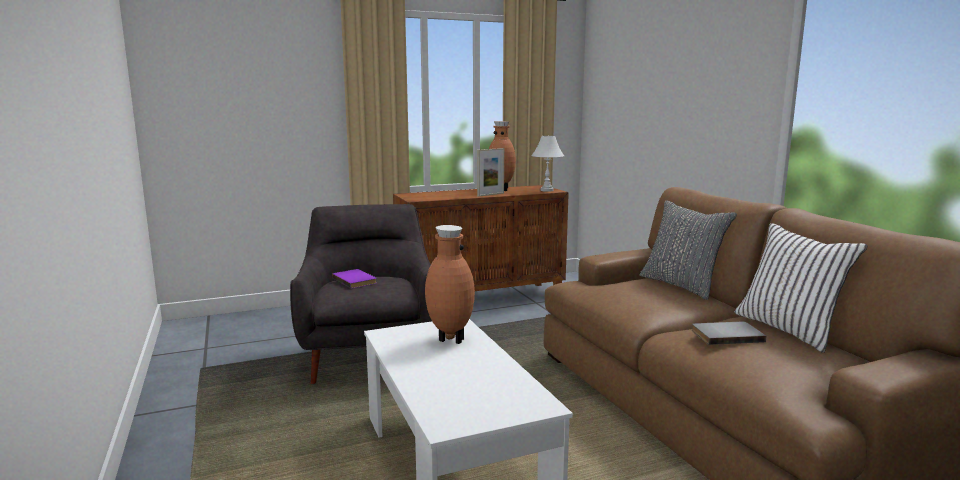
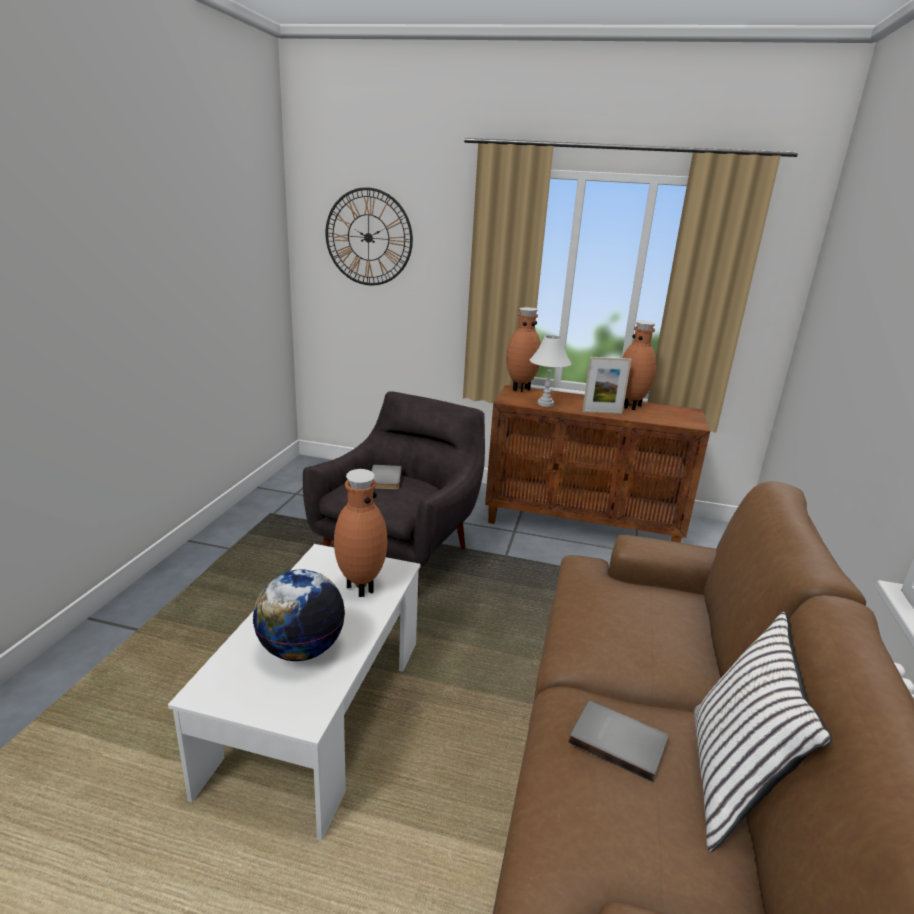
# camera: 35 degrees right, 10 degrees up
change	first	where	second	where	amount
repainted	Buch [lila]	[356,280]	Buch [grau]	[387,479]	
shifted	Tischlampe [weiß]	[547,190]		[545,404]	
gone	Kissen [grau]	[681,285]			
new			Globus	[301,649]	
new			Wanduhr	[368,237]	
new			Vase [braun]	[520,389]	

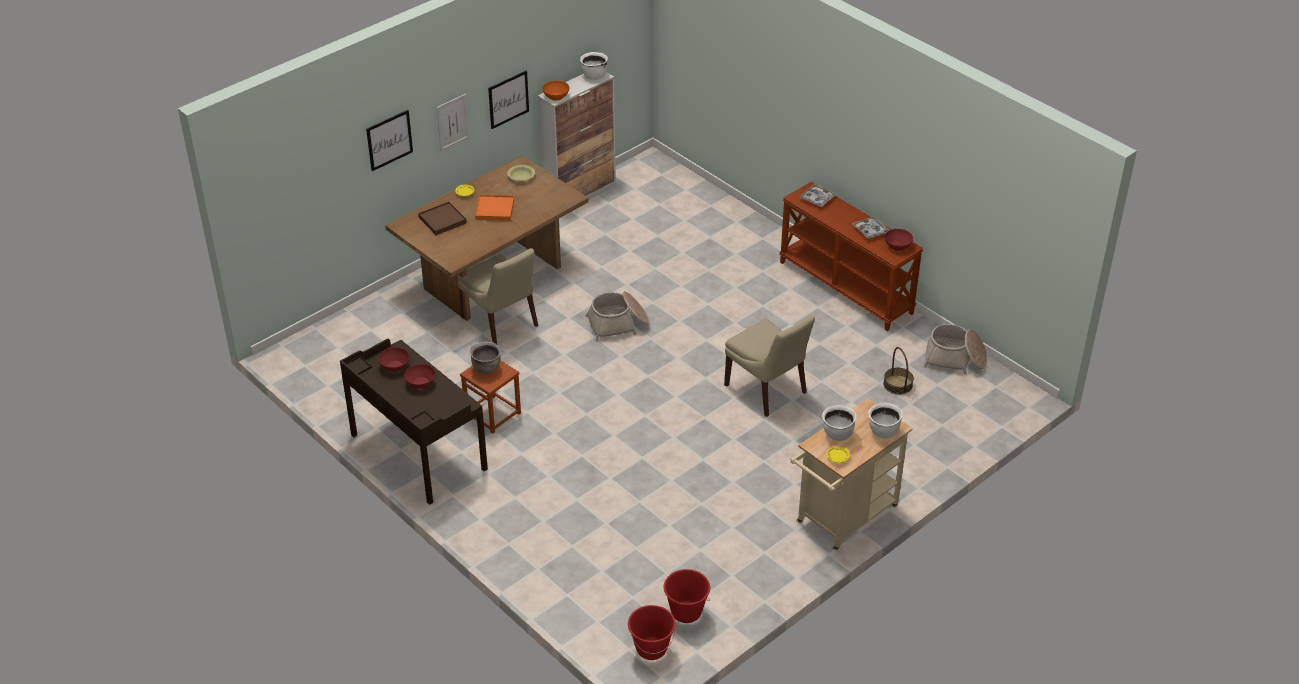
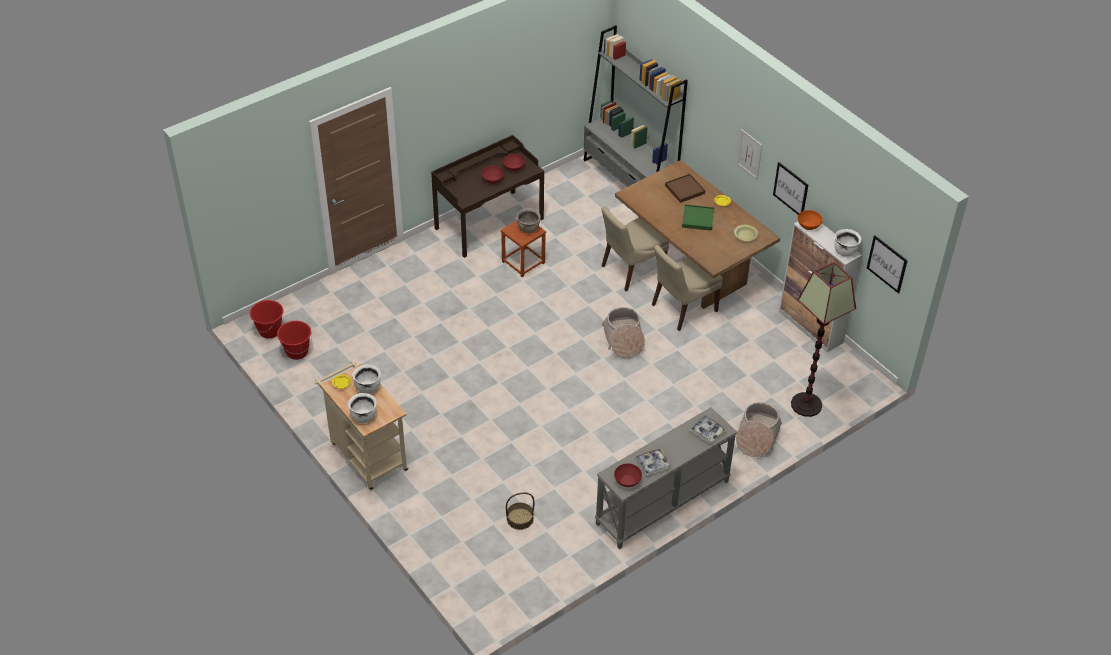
# camera: 95 degrees right, 5 degrees up
change	first	where	second	where	amount
shifted	Bild	[389,140]		[887,264]	
repainted	Tablett [orange]	[495,210]	Tablett [grün]	[697,219]	
shifted	Stuhl [beige]	[767,390]		[682,309]	
repainted	Konsolentisch [braun]	[846,287]	Konsolentisch [grau]	[663,503]	
shifted	Korb	[955,359]		[756,436]	
new			Bücherregal [grau]	[629,182]	
new			Stehlampe	[806,405]	

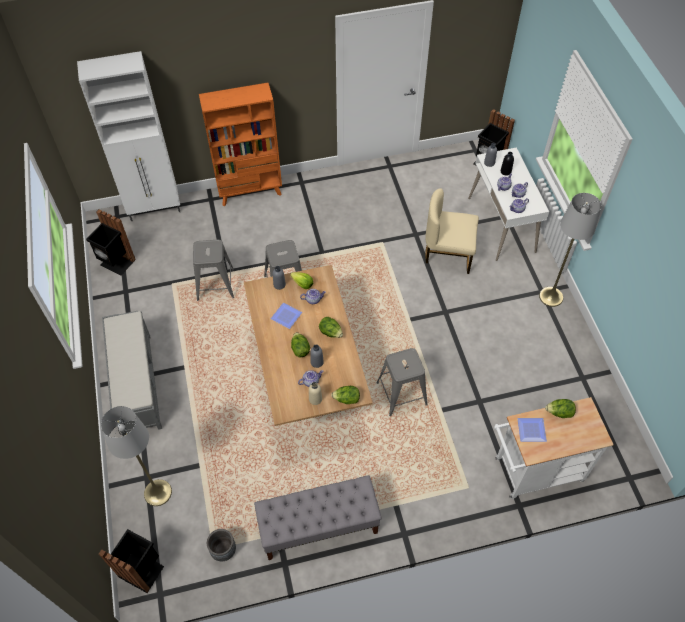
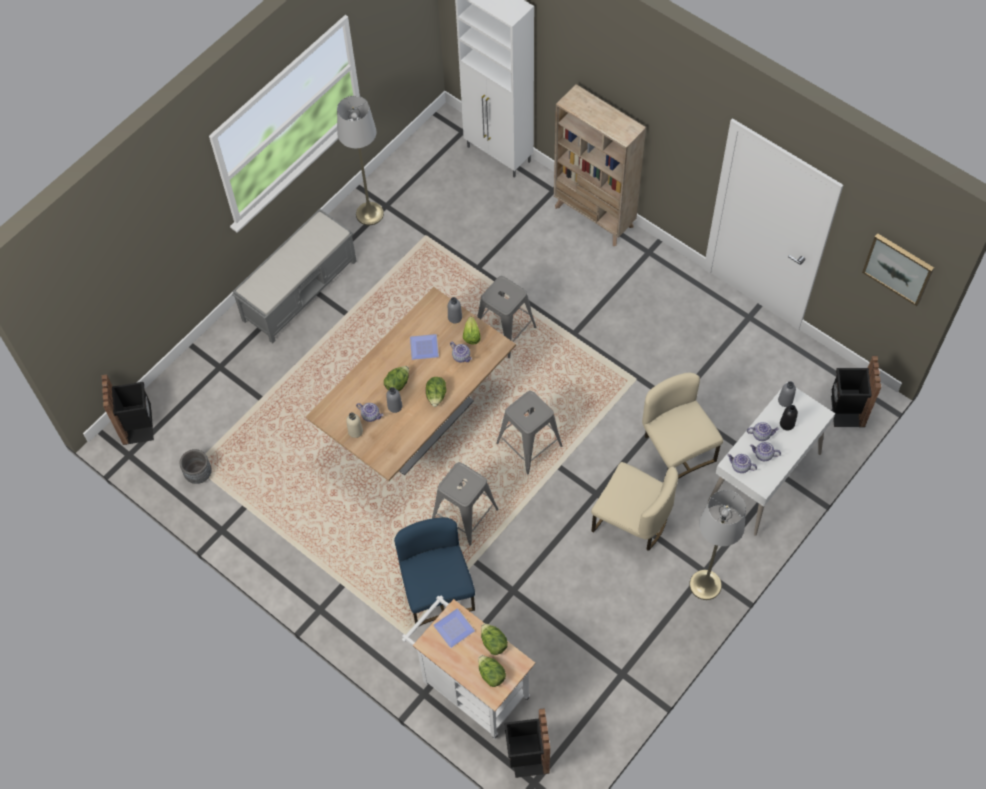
# camera: 55 degrees right, 5 degrees up
change	first	where	second	where	amount
shifted	Mülleimer [schwarz]	[117,263]		[527,756]	
shifted	Stehlampe [grau]	[158,492]		[369,213]	
shifted	Hocker [grau]	[215,284]		[529,444]	
repainted	Bücherregal [orange]	[250,191]	Bücherregal [beige]	[594,217]	
gone	Bank [grau]	[318,527]			
shifted	Salatkopf	[346,399]		[491,674]	
new			Stuhl [blau]	[437,591]	
new			Stuhl [beige]	[632,521]	
new			Bild	[898,268]	

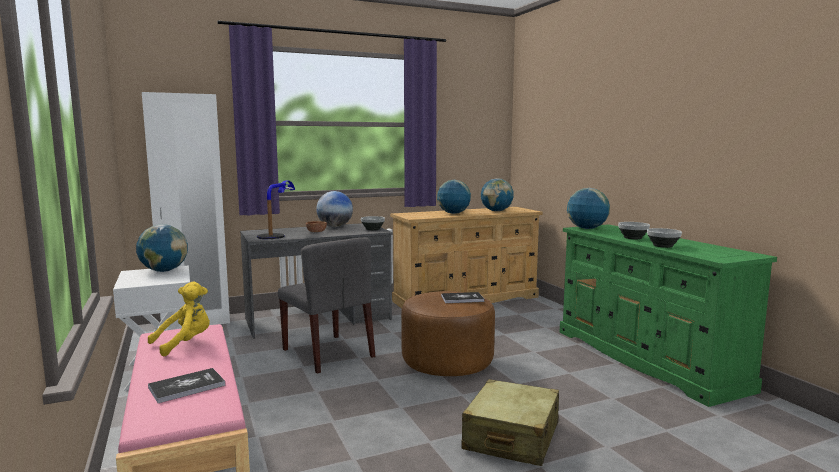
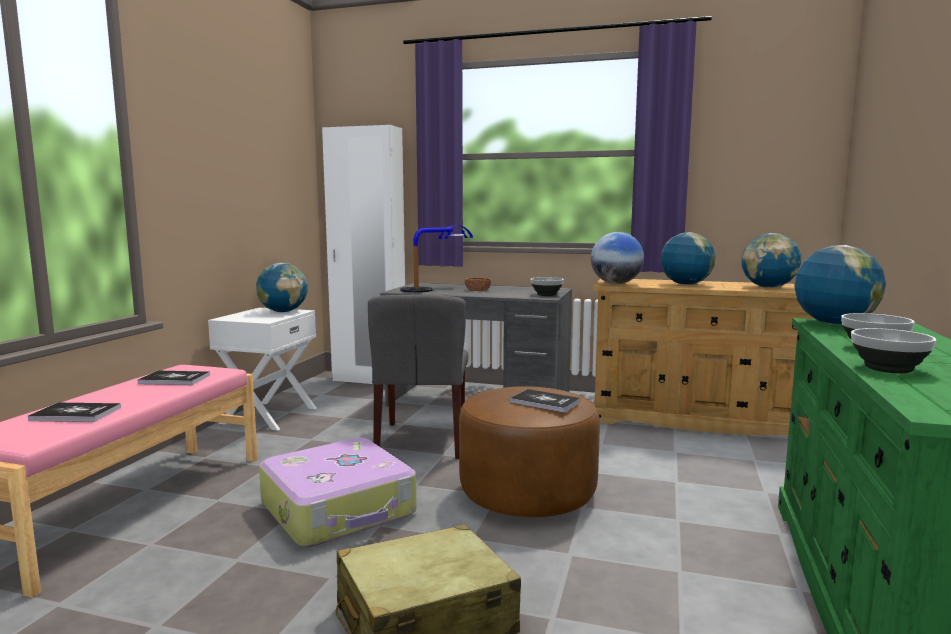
# camera: 40 degrees right, 0 degrees up
change	first	where	second	where	amount
swapped	Plüschtier [gelb]	[185,343]	Buch	[174,379]	
shifted	Globus	[335,227]		[616,283]	
new			Koffer	[339,509]	

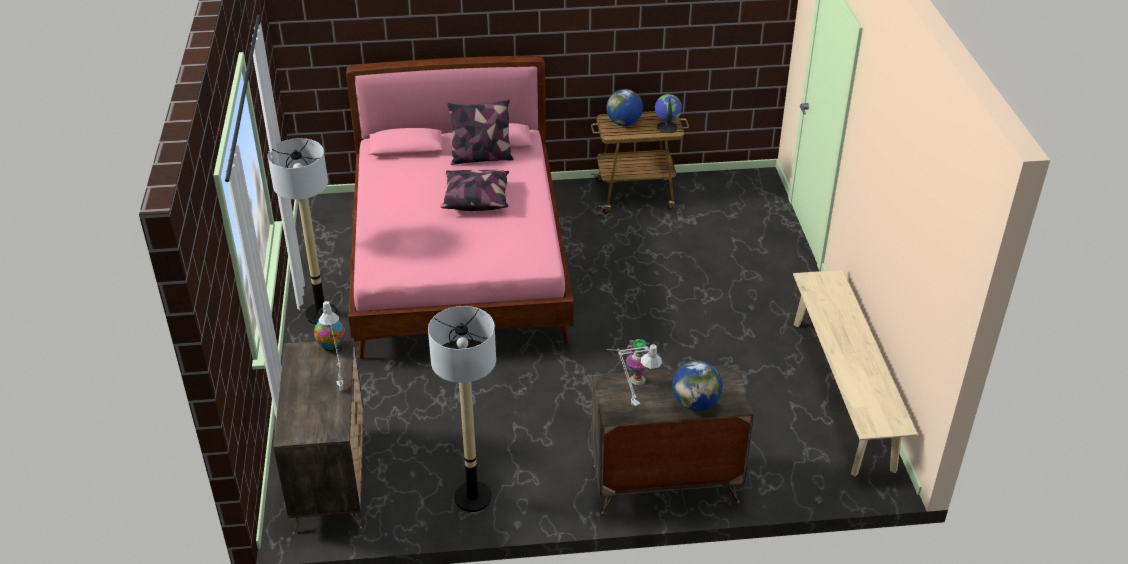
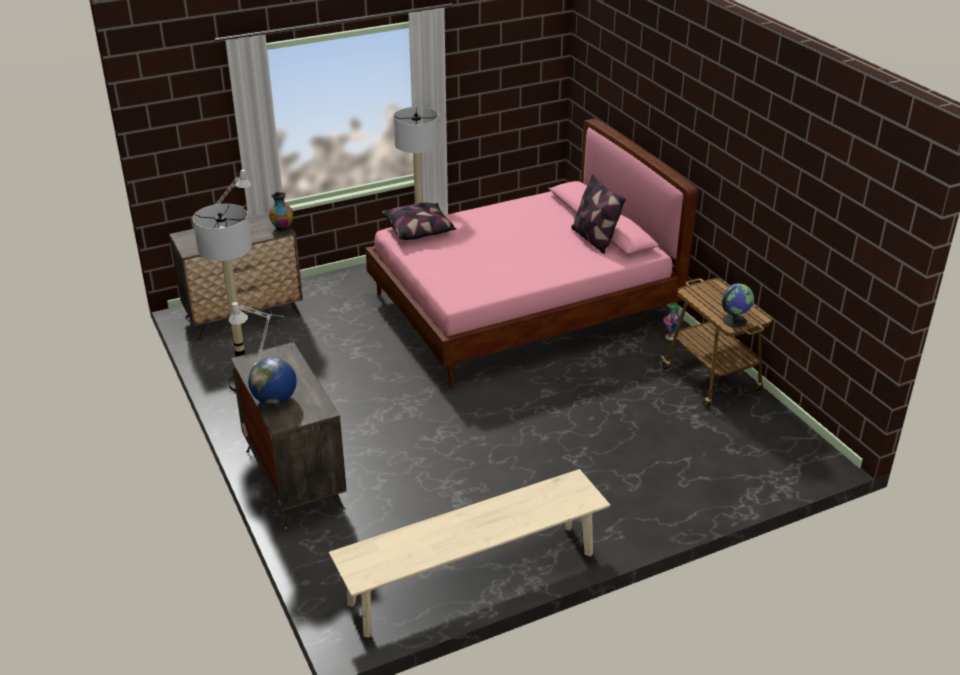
# camera: 70 degrees right, 5 degrees down
change	first	where	second	where	amount
shifted	Kissen	[476,199]		[419,230]	
gone	Globus	[624,123]			
shifted	Vase	[637,379]		[671,337]	

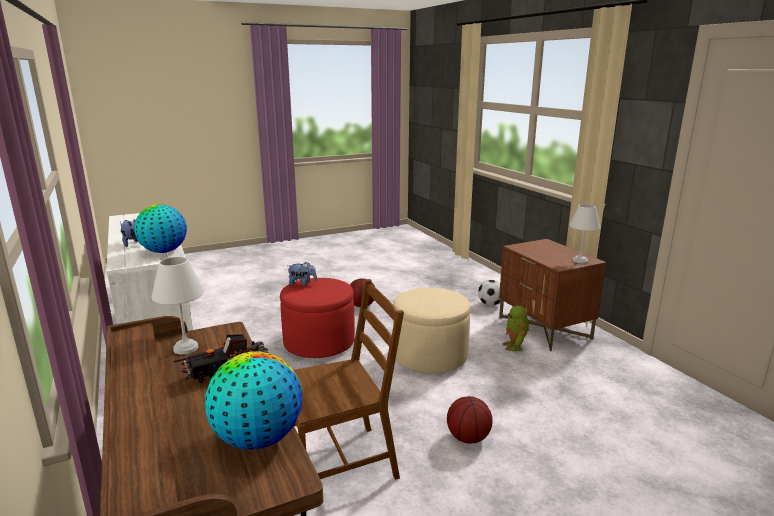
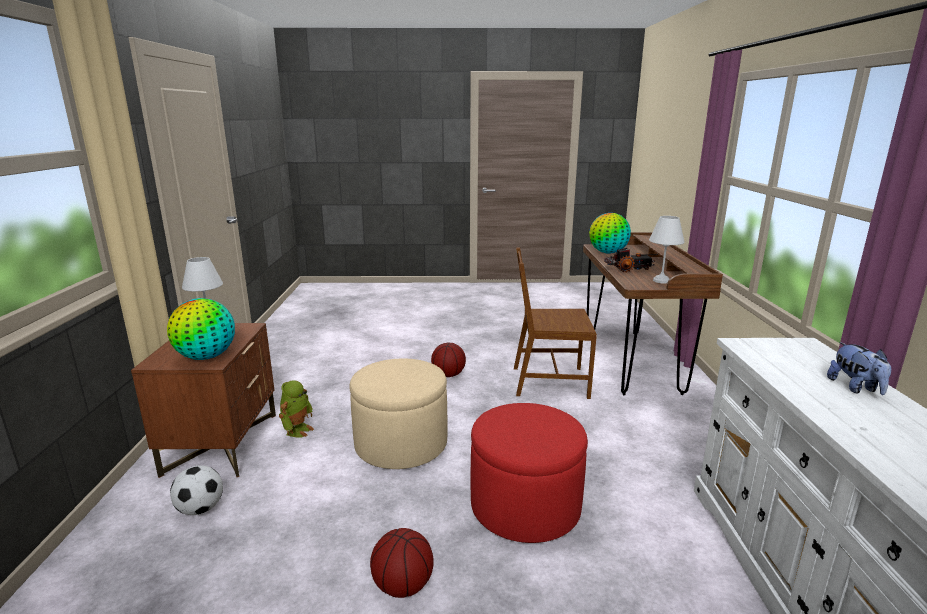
# camera: 155 degrees left, 0 degrees up
change	first	where	second	where	amount
shifted	Globus	[164,251]		[207,357]	
gone	Plüschtier	[302,283]			

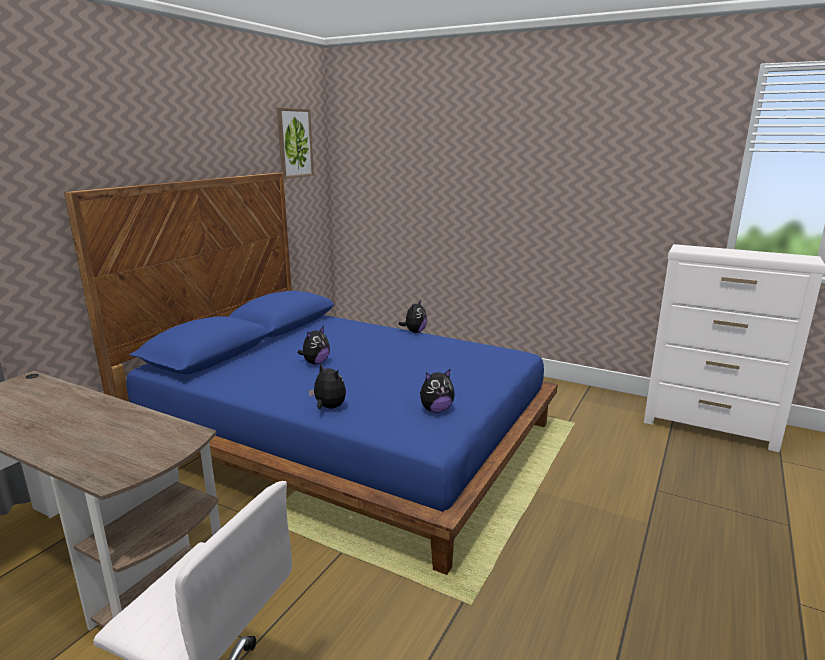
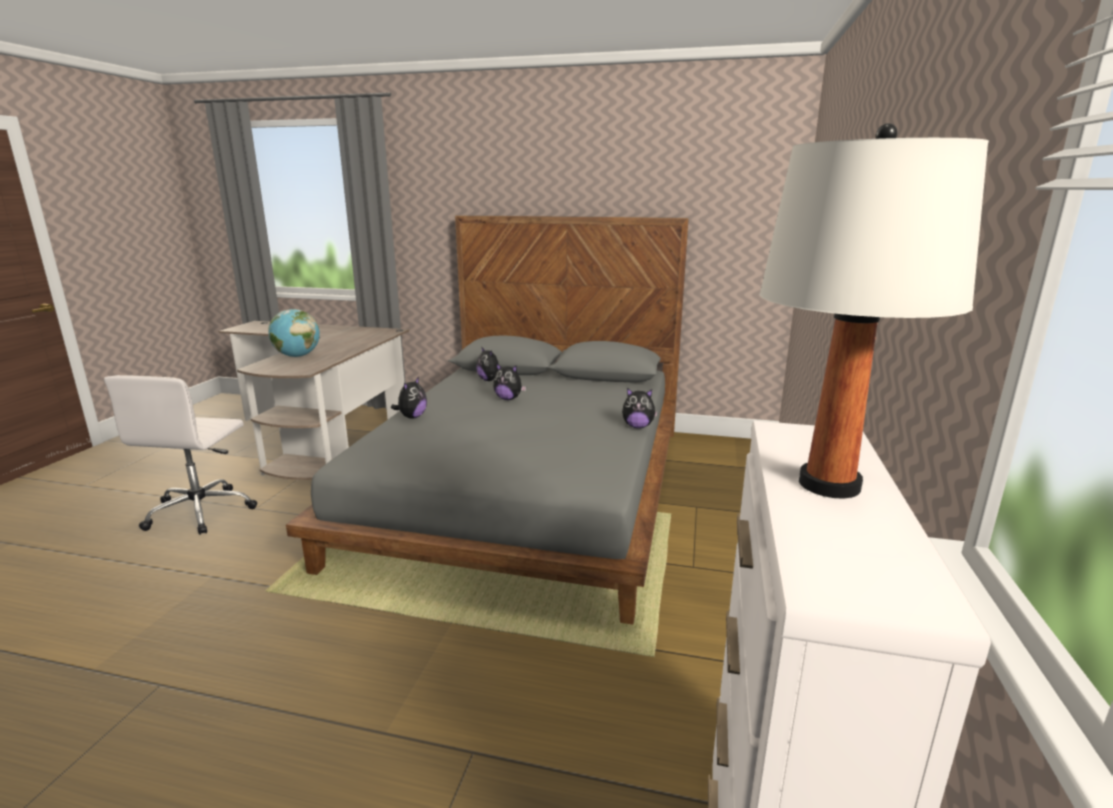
# camera: 75 degrees right, 0 degrees up
change	first	where	second	where	amount
repainted	Bett [blau]	[345,436]	Bett [grau]	[528,489]	
gone	Bild	[294,143]			
shifted	Plüschtier	[436,410]		[489,380]	
new			Globus	[297,356]	
new			Tischlampe [weiß]	[829,484]	

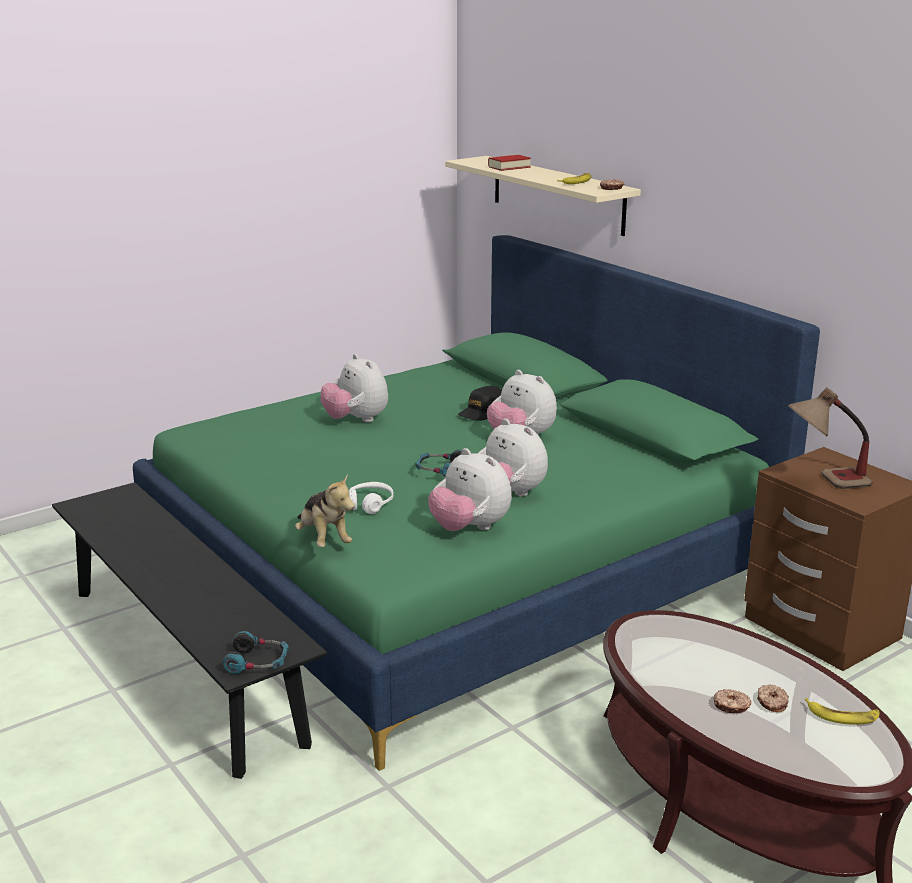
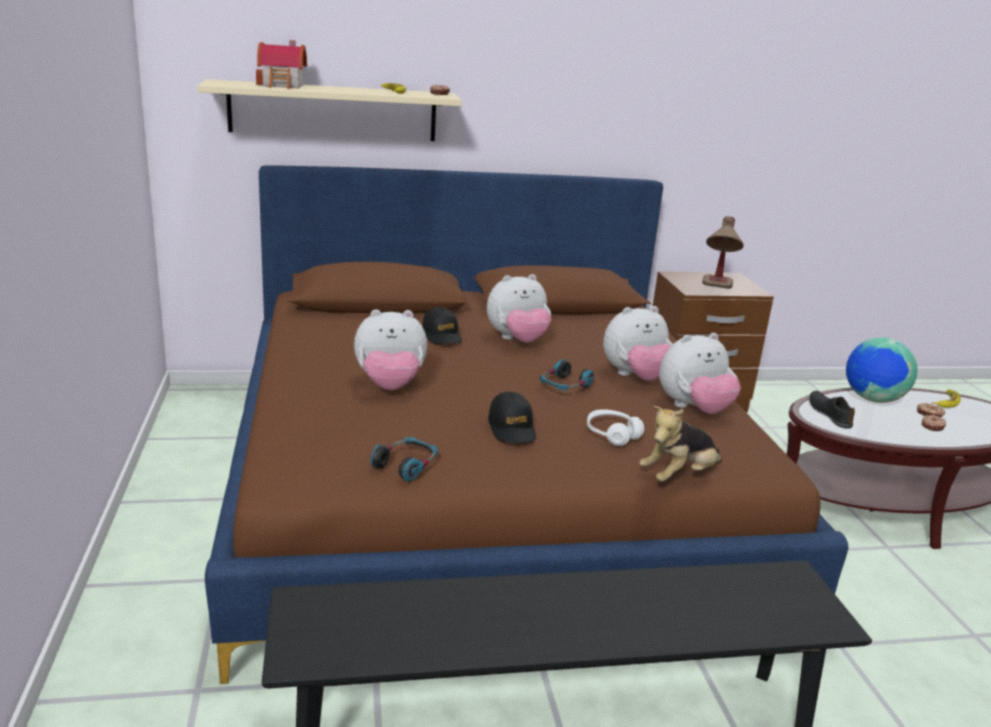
# camera: 65 degrees left, 0 degrees up
change	first	where	second	where	amount
repainted	Bett [grün]	[456,563]	Bett [braun]	[486,488]	
shifted	Kopfhörer	[257,662]		[406,465]	
rotated	Plüschtier	[324,540]		[679,476]	150 degrees clockwise
swapped	Buch	[509,167]	Spielzeughaus	[284,86]	
new			Kappe [schwarz]	[512,428]	
new			Schuh [schwarz]	[829,413]	
new			Globus	[872,399]	

